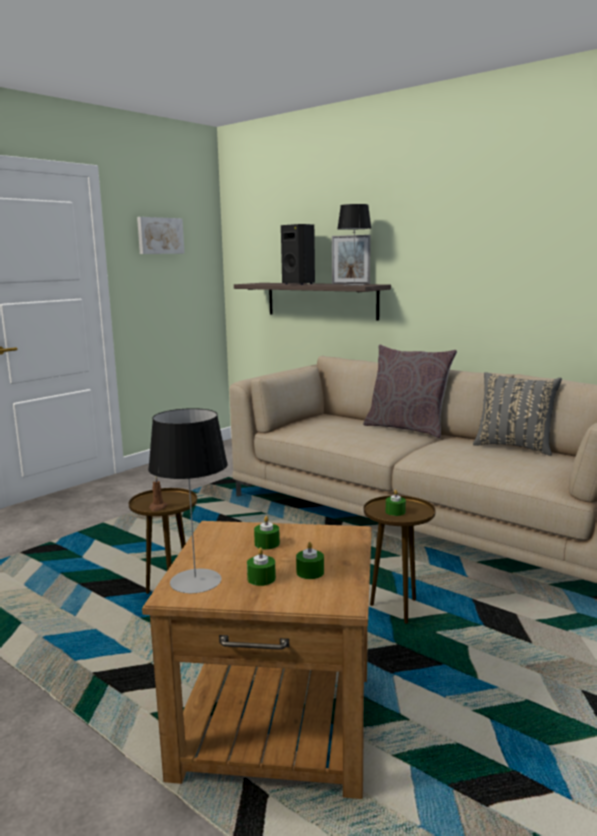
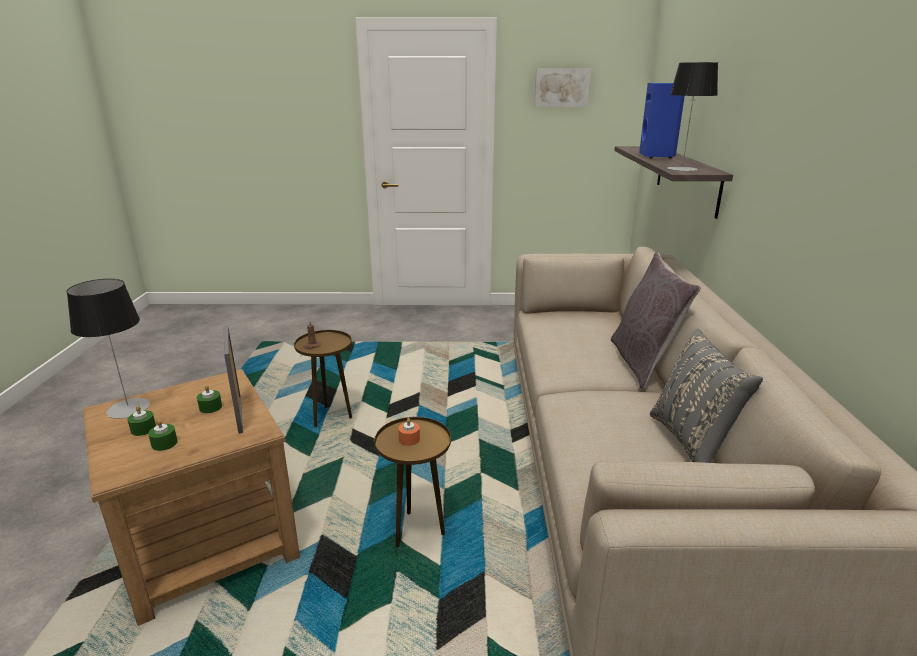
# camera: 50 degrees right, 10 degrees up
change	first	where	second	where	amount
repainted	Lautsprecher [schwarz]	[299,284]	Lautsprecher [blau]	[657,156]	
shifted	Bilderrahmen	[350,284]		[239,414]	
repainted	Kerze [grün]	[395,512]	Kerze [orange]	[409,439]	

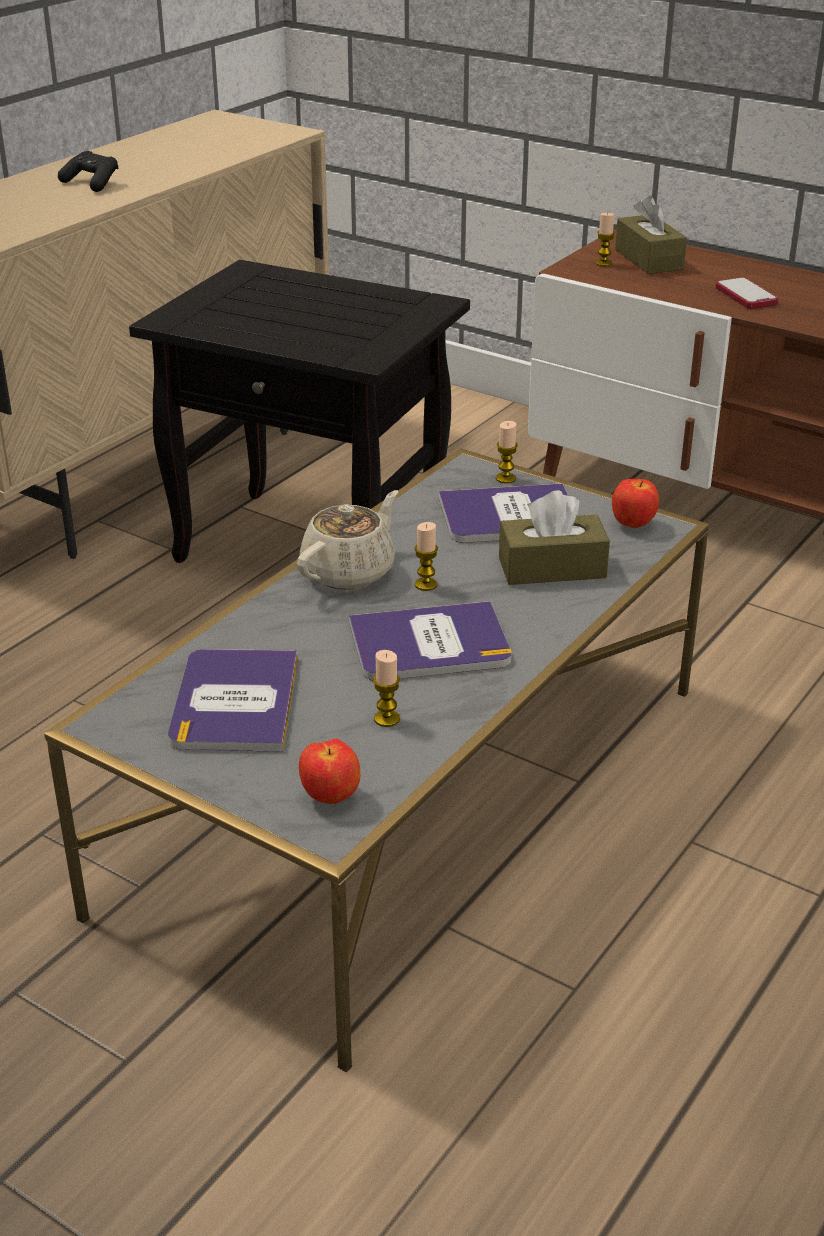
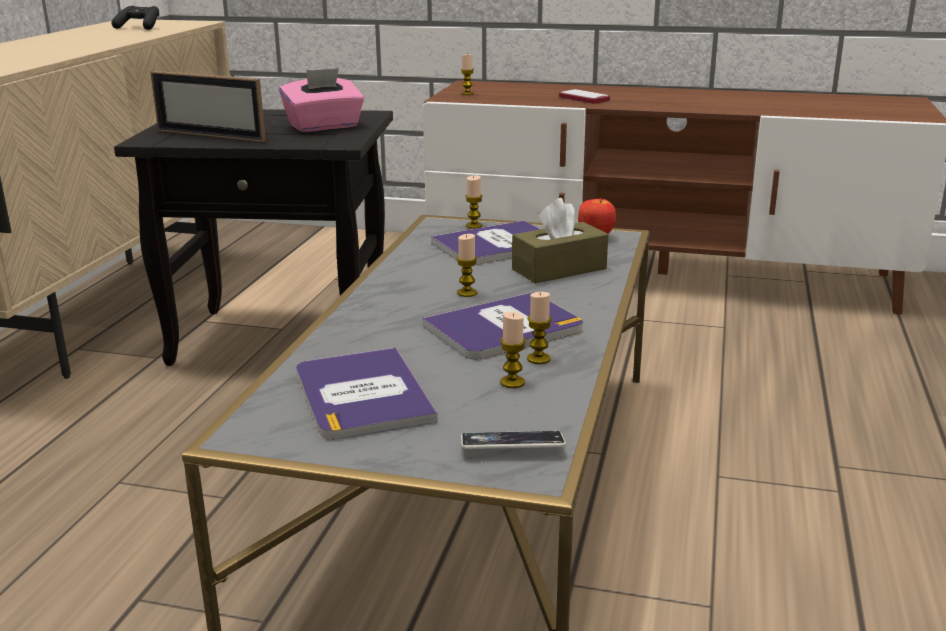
# camera: 20 degrees left, 10 degrees down
change	first	where	second	where	amount
shifted	Gamepad [schwarz]	[92,183]		[139,27]	
gone	Teekanne [beige]	[350,571]			
swapped	Apfel	[331,797]	Handy	[512,446]	
gone	Taschentuchbox [braun]	[648,259]			
new			Bilderrahmen	[210,135]	
new			Taschentuchbox [rosa]	[324,126]	
new			Kerze	[538,359]	

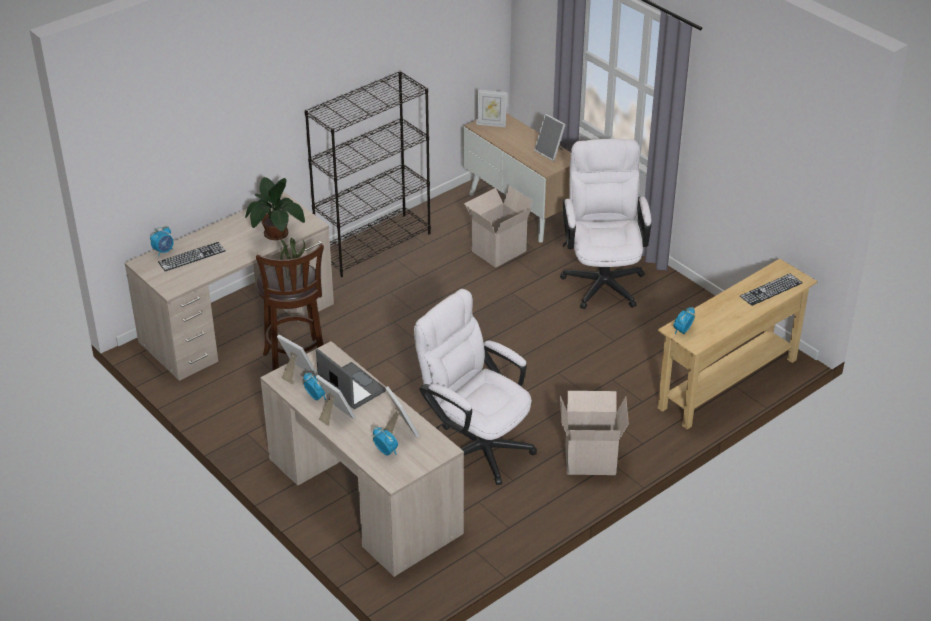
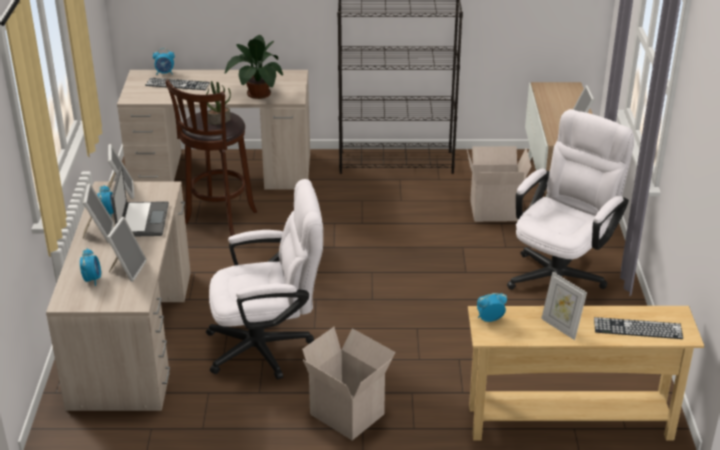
# camera: 40 degrees right, 5 degrees down
change	first	where	second	where	amount
rotated	Bürostuhl [weiß]	[475,444]		[269,347]	90 degrees clockwise
shifted	Bilderrahmen	[491,124]		[560,327]	

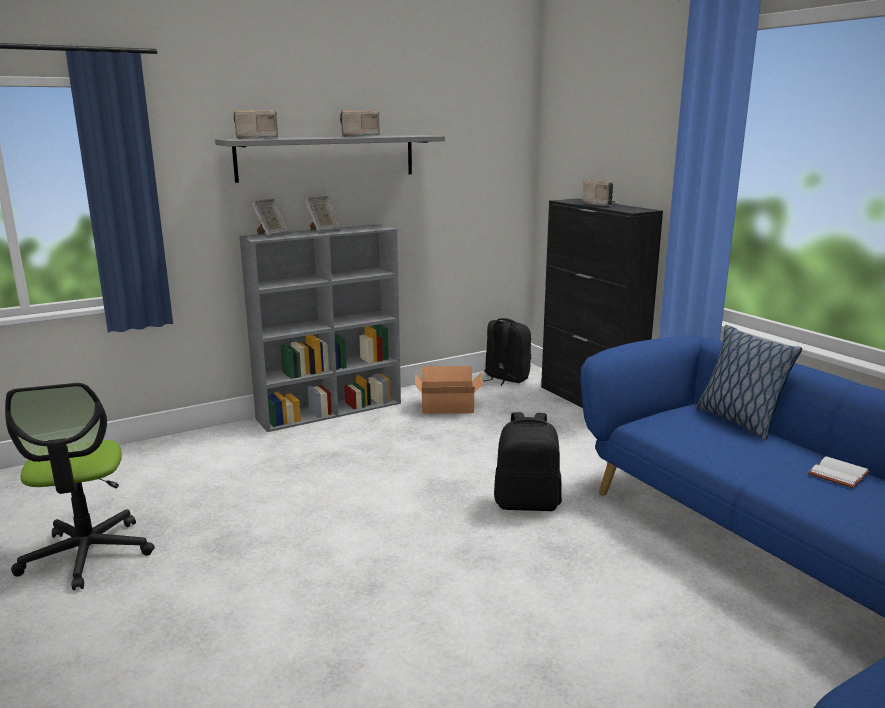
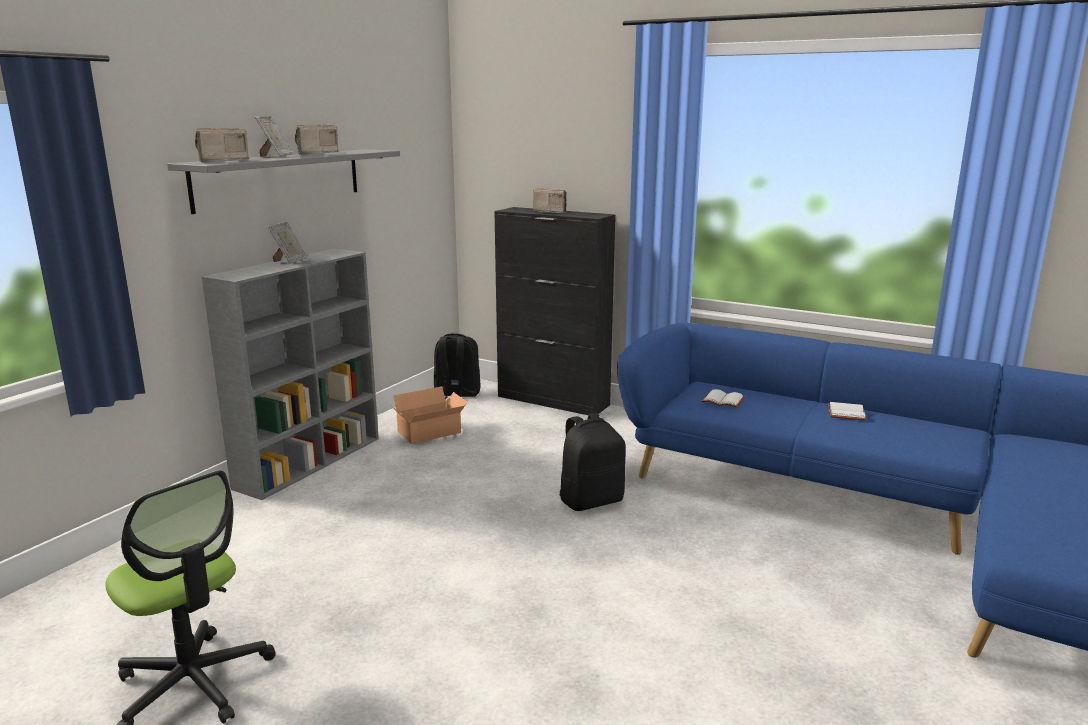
# camera: 30 degrees left, 0 degrees up
change	first	where	second	where	amount
shifted	Bilderrahmen	[271,234]		[276,156]	
gone	Kissen	[738,421]			
new			Buch [weiß]	[724,400]	

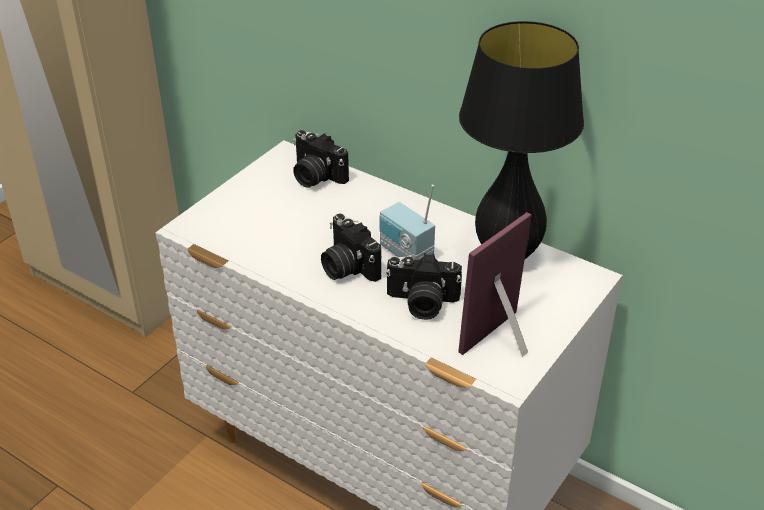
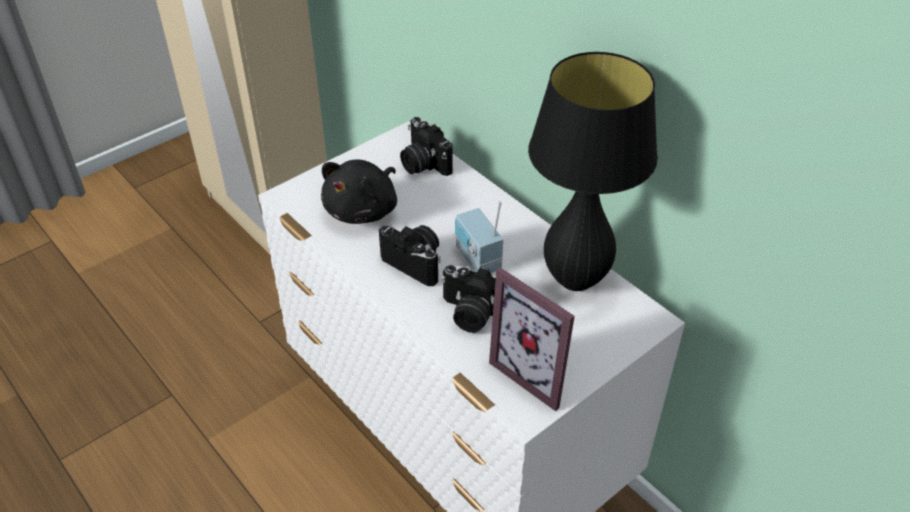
# camera: 15 degrees right, 5 degrees up
change	first	where	second	where	amount
rotated	Kamera	[347,267]		[416,262]	150 degrees clockwise
rotated	Bilderrahmen	[505,342]		[538,372]	105 degrees counterclockwise
new			Plüschtier [schwarz]	[364,210]	

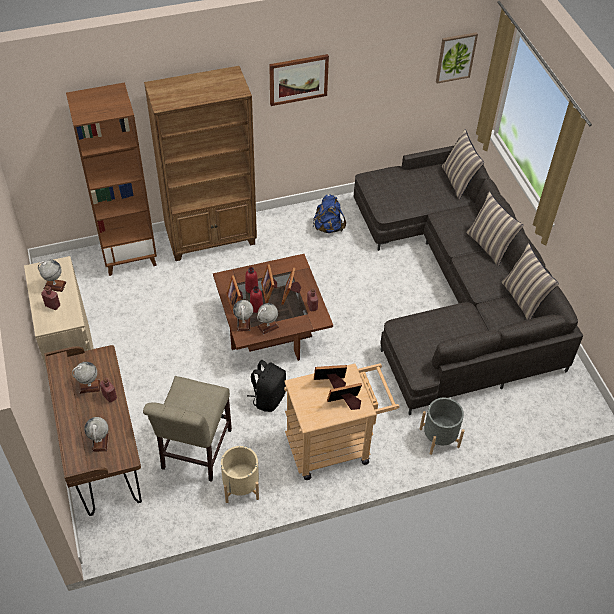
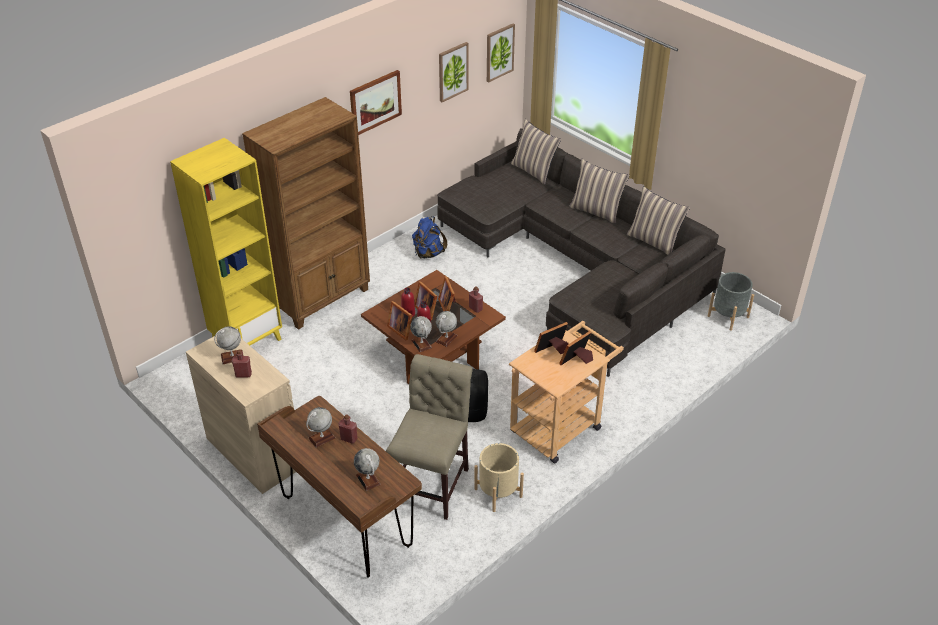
# camera: 25 degrees left, 10 degrees down
change	first	where	second	where	amount
repainted	Bücherregal [braun]	[129,256]	Bücherregal [gelb]	[247,340]	
rotated	Stuhl [beige]	[194,452]		[433,482]	150 degrees counterclockwise
shifted	Pflanzkübel [grau]	[439,438]		[728,316]	
new			Bild	[452,71]	

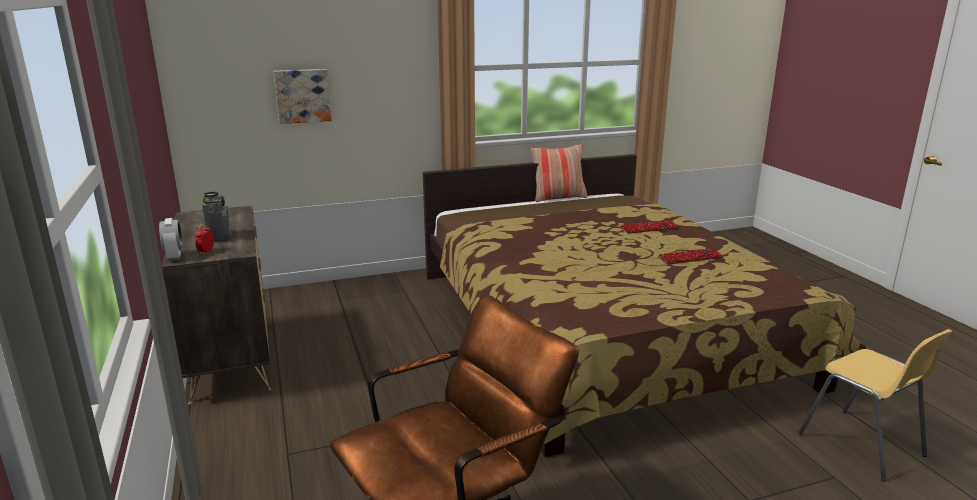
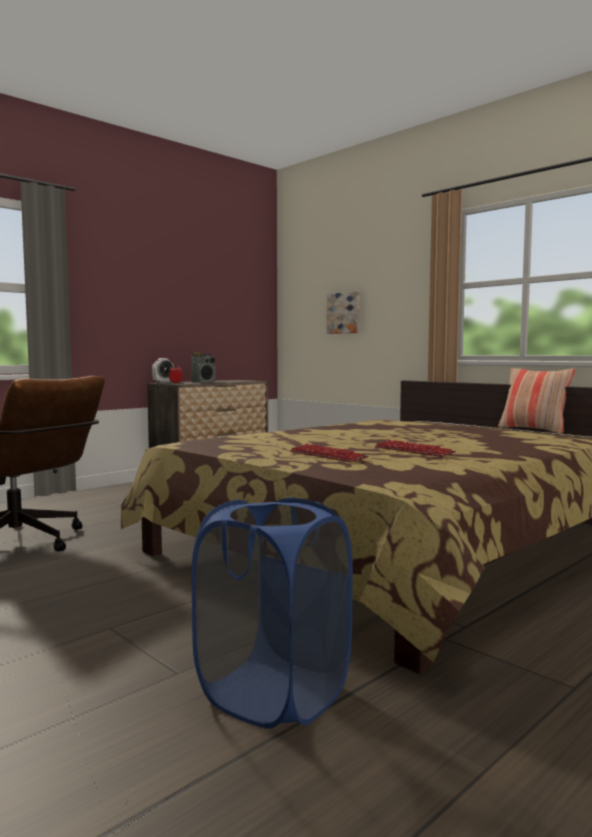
# camera: 65 degrees right, 15 degrees down
change	first	where	second	where	amount
shifted	Tastatur	[649,228]		[327,455]	
swapped	Stuhl [gelb]	[862,445]	Wäschekorb [blau]	[273,694]	

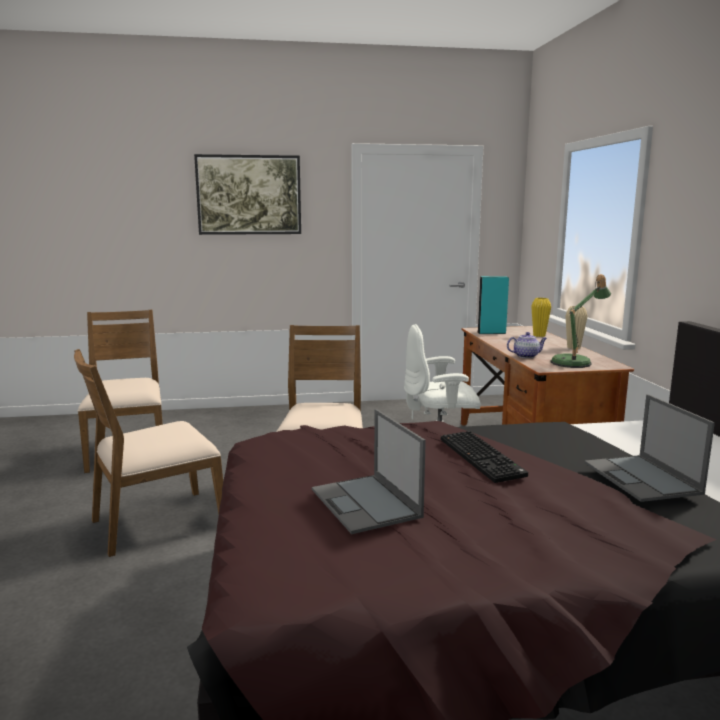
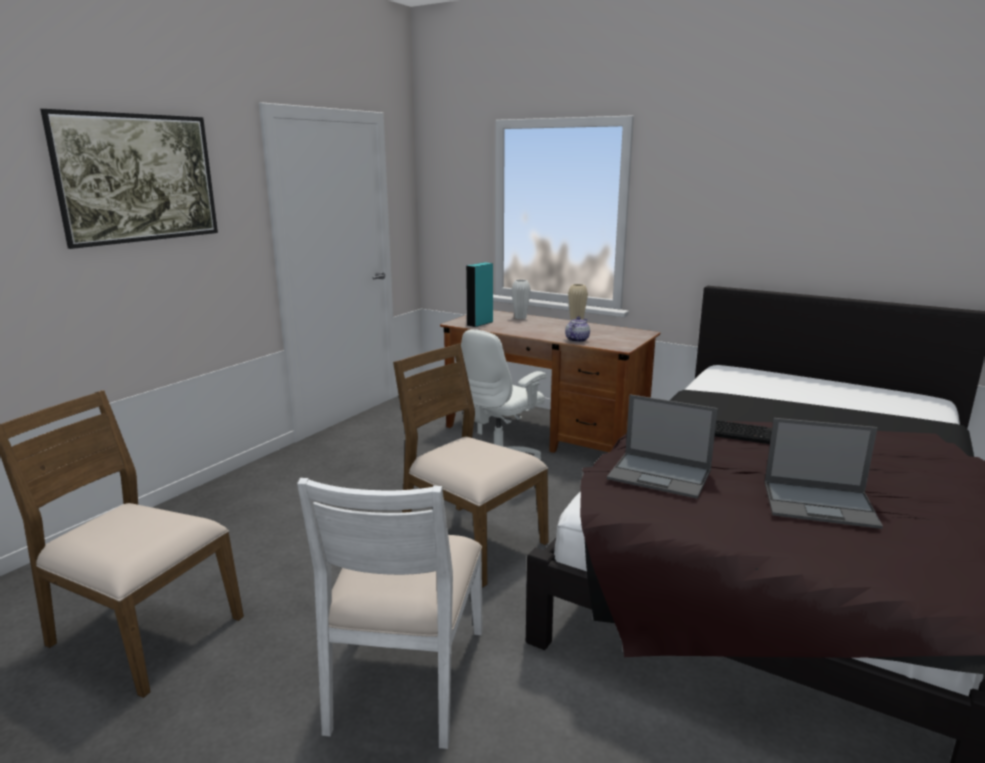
# camera: 50 degrees left, 5 degrees up
change	first	where	second	where	amount
repainted	Stuhl [braun]	[157,522]	Stuhl [weiß]	[405,678]	
repainted	Vase [gelb]	[539,335]	Vase [weiß]	[520,317]	
gone	Tischlampe	[575,362]			
shifted	Laptop	[642,478]		[660,475]	

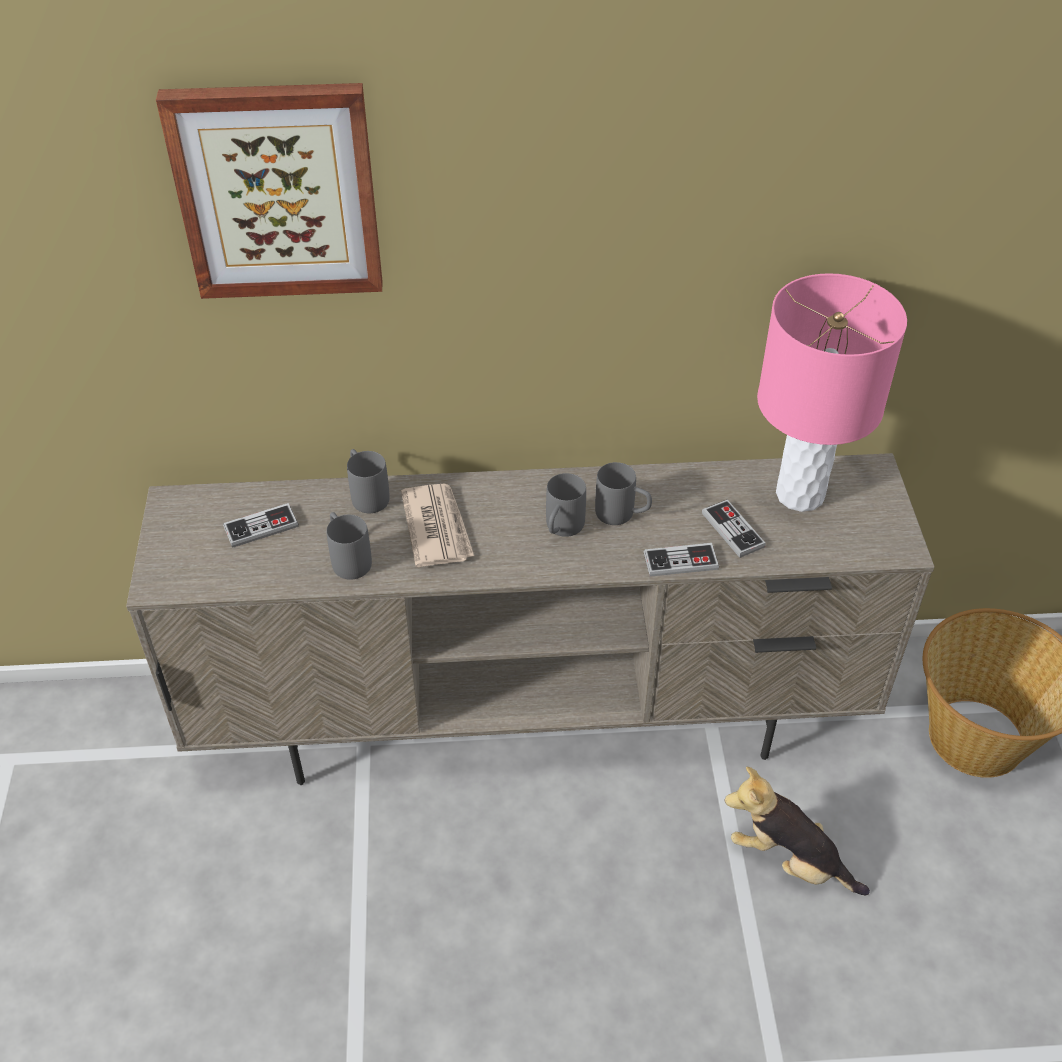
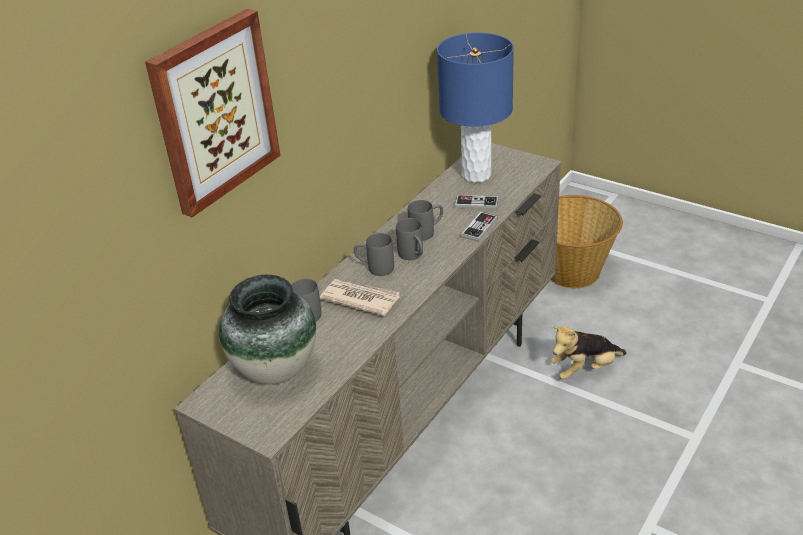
# camera: 50 degrees left, 10 degrees down
change	first	where	second	where	amount
swapped	Gamepad	[261,527]	Vase	[275,369]	
shifted	Henkelbecher [grau]	[347,558]		[375,268]	
repainted	Tischlampe [rosa]	[799,494]	Tischlampe [blau]	[476,175]	

